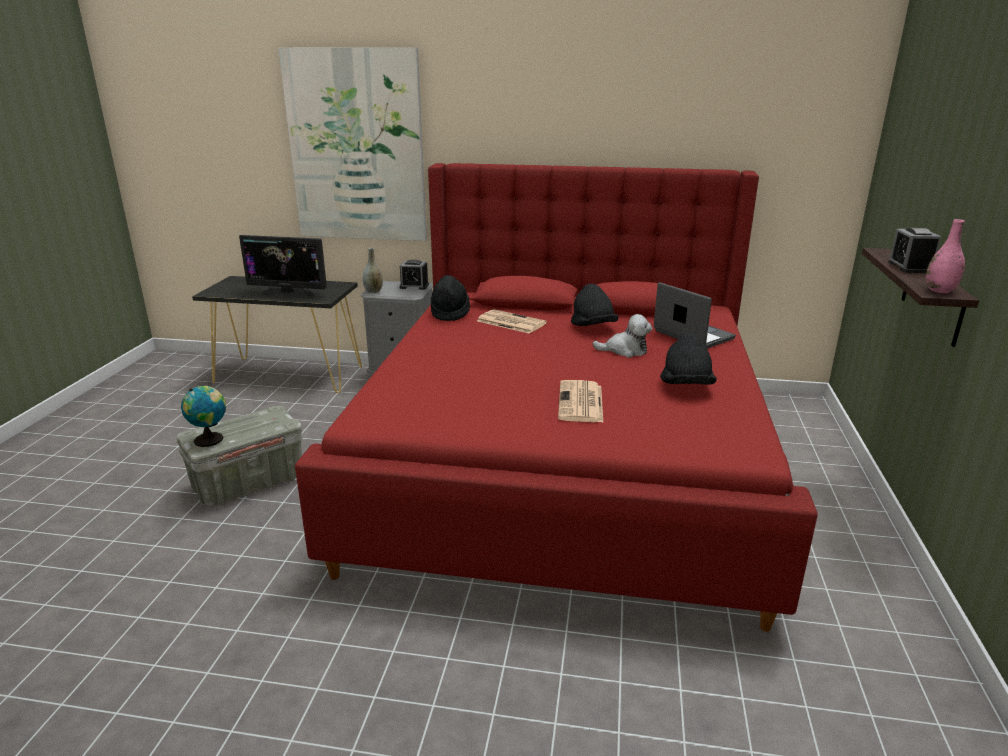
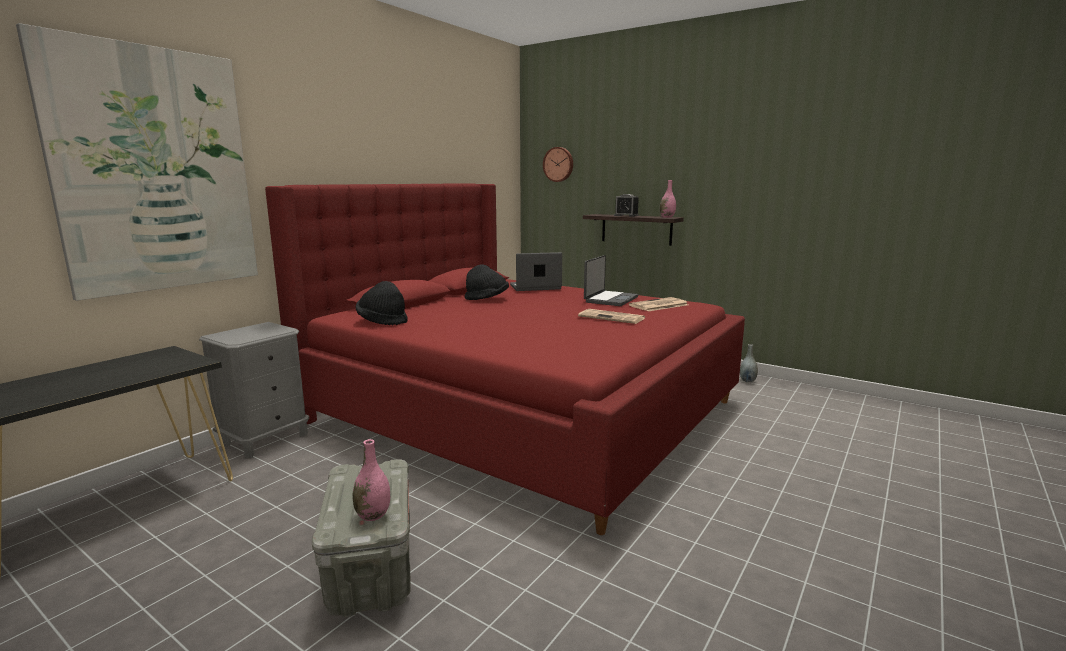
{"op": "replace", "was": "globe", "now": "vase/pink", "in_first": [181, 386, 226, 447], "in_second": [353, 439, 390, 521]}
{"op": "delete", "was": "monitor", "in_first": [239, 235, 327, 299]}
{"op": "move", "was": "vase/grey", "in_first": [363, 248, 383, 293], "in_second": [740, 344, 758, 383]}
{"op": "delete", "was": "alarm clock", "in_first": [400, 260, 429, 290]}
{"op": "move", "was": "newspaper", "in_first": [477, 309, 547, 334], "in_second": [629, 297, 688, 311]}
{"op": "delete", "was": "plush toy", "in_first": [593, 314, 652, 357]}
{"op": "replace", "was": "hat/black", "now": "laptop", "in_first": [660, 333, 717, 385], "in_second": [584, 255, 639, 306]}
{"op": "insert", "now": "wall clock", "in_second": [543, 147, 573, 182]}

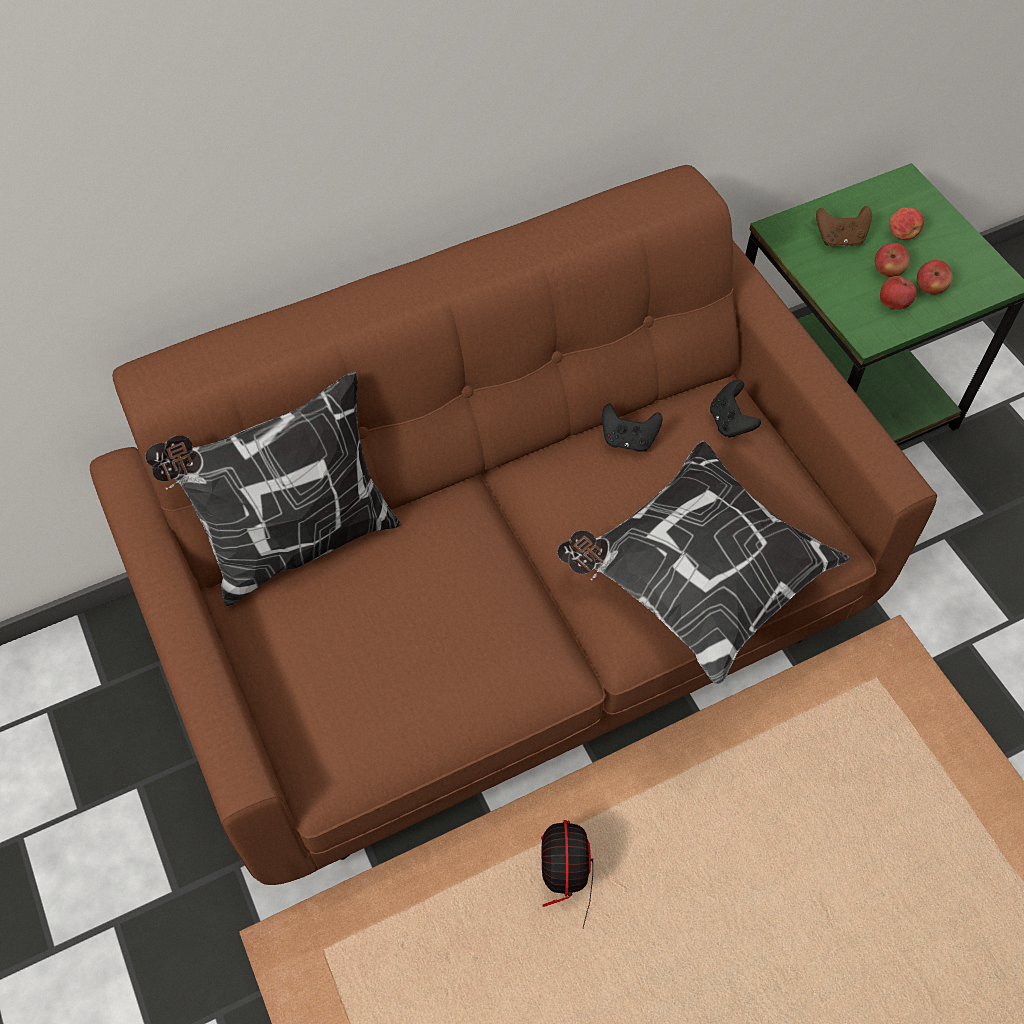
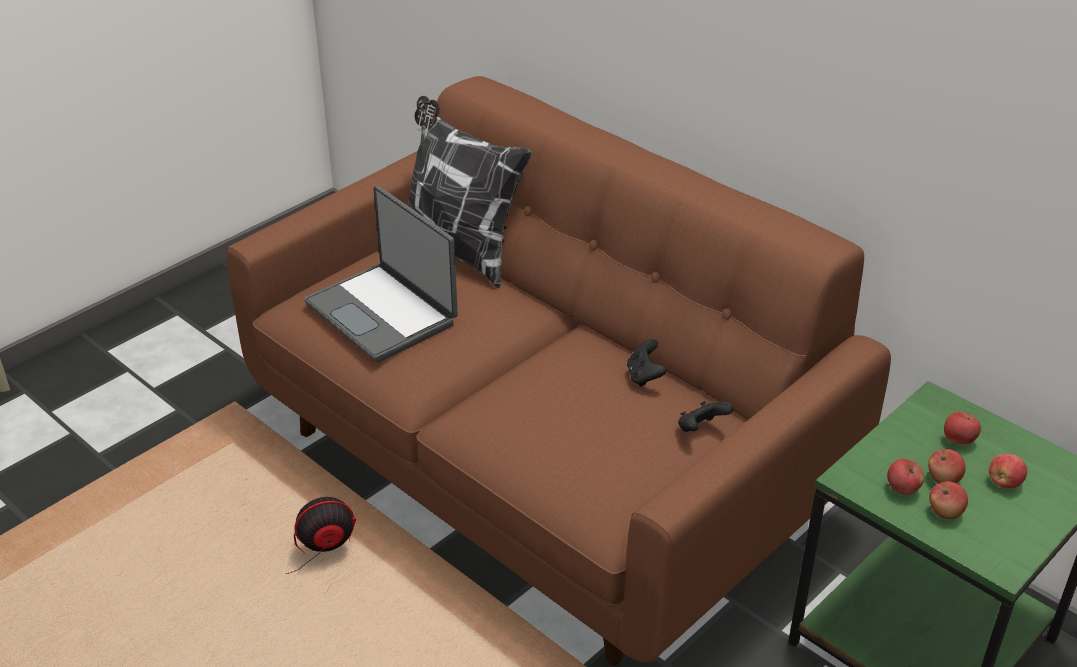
{"op": "delete", "was": "pillow", "in_first": [557, 440, 850, 684]}
{"op": "replace", "was": "game controller/brown", "now": "apple", "in_first": [816, 206, 872, 247], "in_second": [944, 411, 981, 445]}
{"op": "insert", "now": "laptop", "in_second": [304, 186, 458, 363]}

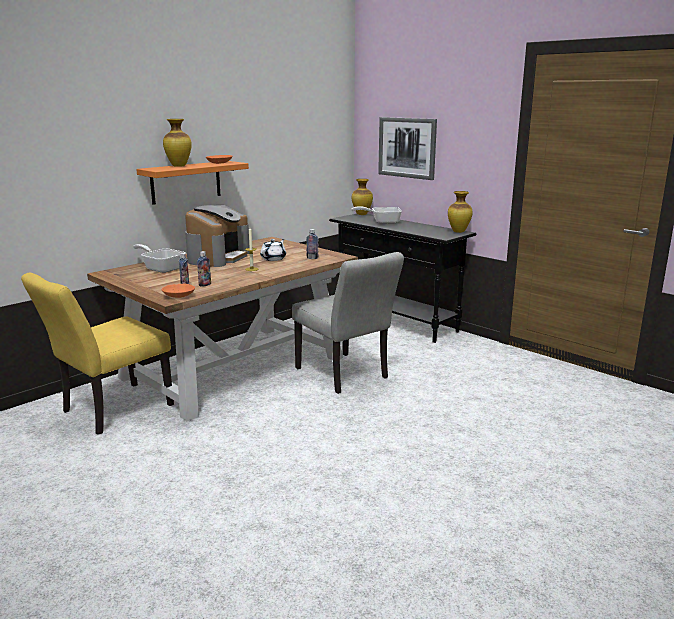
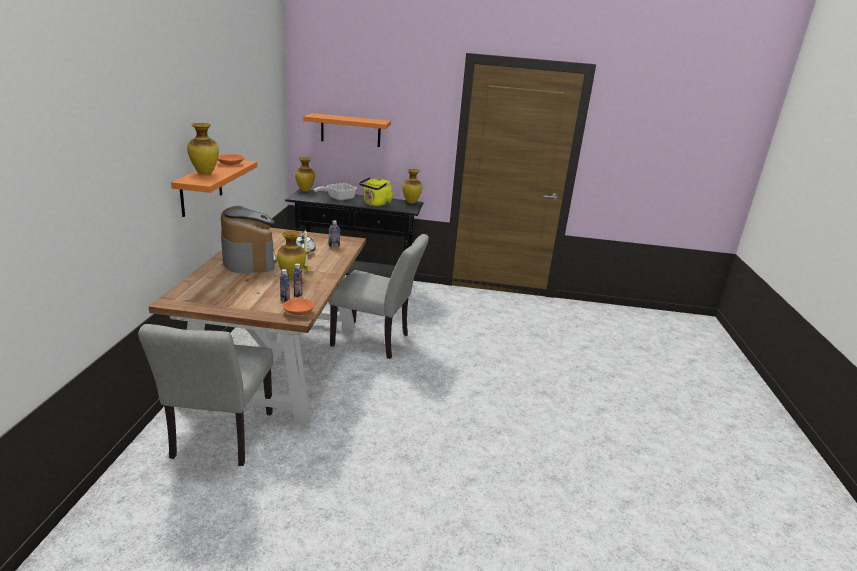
{"op": "recolor", "was": "chair/yellow", "now": "chair/grey", "in_first": [21, 272, 174, 435], "in_second": [138, 324, 273, 466]}
{"op": "delete", "was": "frying pan", "in_first": [133, 244, 185, 273]}
{"op": "replace", "was": "picture", "now": "shelf/orange", "in_first": [378, 117, 437, 180], "in_second": [303, 113, 391, 147]}
{"op": "insert", "now": "vase", "in_second": [277, 231, 306, 279]}
{"op": "insert", "now": "kettle/yellow", "in_second": [359, 177, 394, 207]}

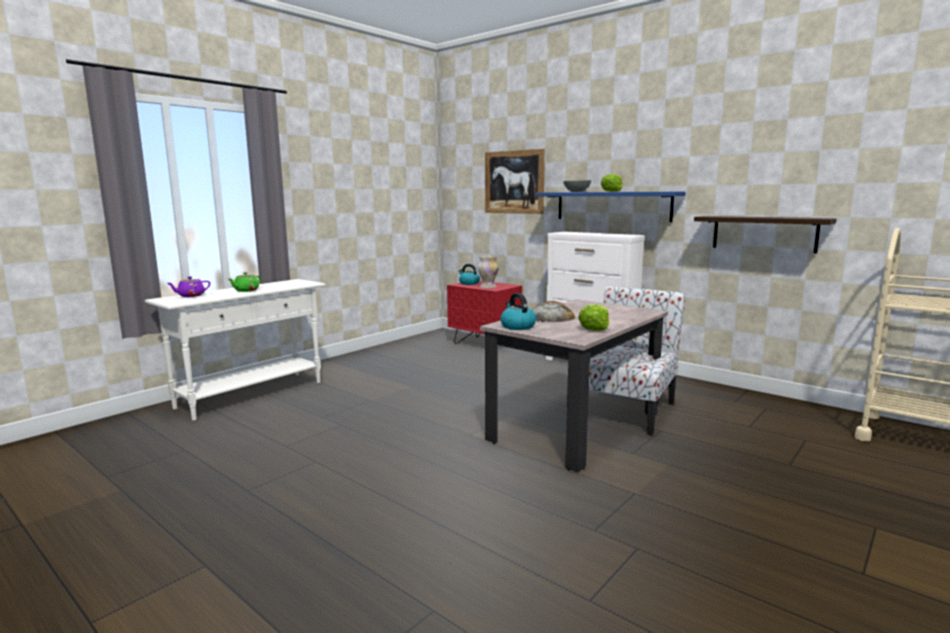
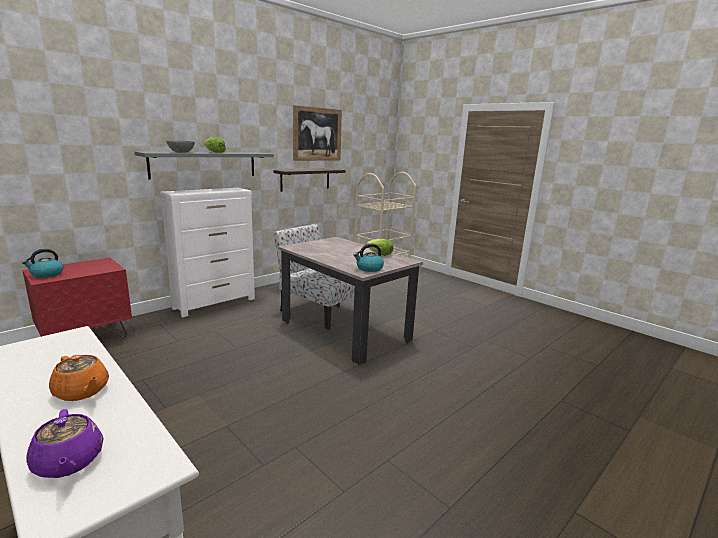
{"op": "recolor", "was": "teapot/green", "now": "teapot/orange", "in_first": [229, 272, 261, 292], "in_second": [49, 355, 109, 401]}
{"op": "delete", "was": "vase", "in_first": [478, 256, 499, 288]}
{"op": "move", "was": "picture", "in_first": [485, 149, 545, 214], "in_second": [293, 105, 342, 161]}
{"op": "delete", "was": "bread", "in_first": [532, 301, 575, 322]}
{"op": "recolor", "was": "shelf/blue", "now": "shelf/grey", "in_first": [536, 192, 686, 222], "in_second": [135, 151, 274, 179]}

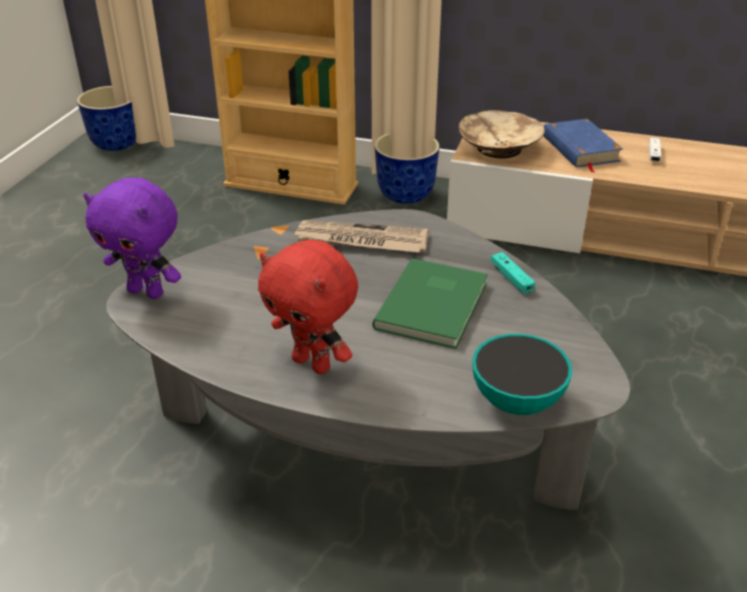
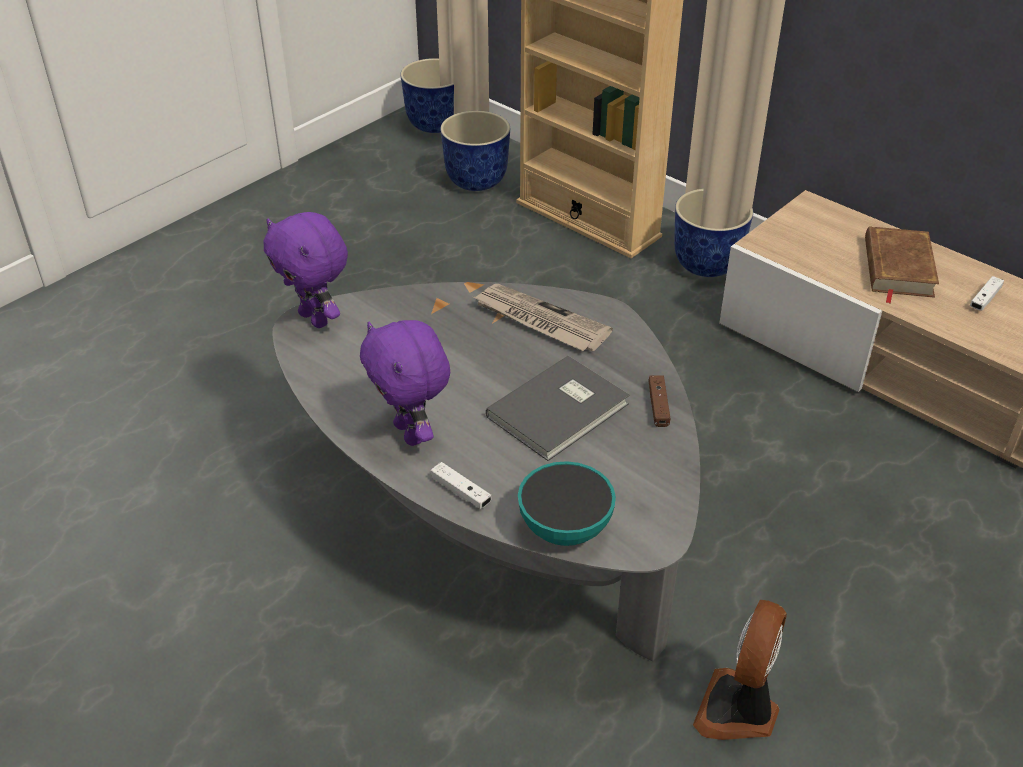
{"op": "recolor", "was": "plush toy/red", "now": "plush toy/purple", "in_first": [258, 240, 358, 374], "in_second": [360, 320, 450, 446]}
{"op": "recolor", "was": "book/green", "now": "book/grey", "in_first": [372, 258, 488, 349], "in_second": [486, 356, 630, 461]}
{"op": "delete", "was": "bowl/beige", "in_first": [459, 110, 545, 159]}
{"op": "recolor", "was": "game controller/turquoise", "now": "game controller/brown", "in_first": [491, 252, 535, 294], "in_second": [649, 375, 670, 427]}
{"op": "recolor", "was": "book/blue", "now": "book/brown", "in_first": [543, 119, 623, 173], "in_second": [865, 226, 939, 304]}
{"op": "insert", "now": "game controller/white", "in_second": [431, 462, 492, 509]}
{"op": "insert", "now": "planter", "in_second": [440, 111, 510, 191]}
{"op": "insert", "now": "fan", "in_second": [693, 600, 787, 740]}

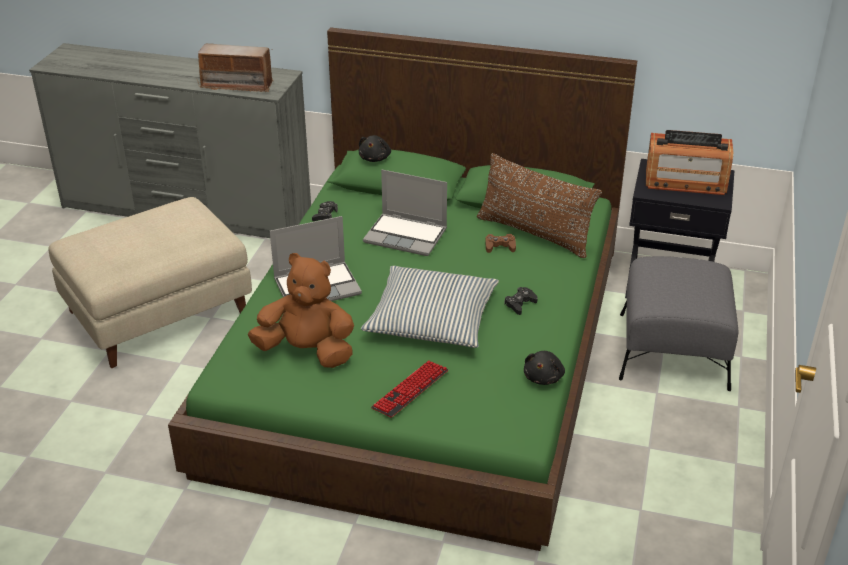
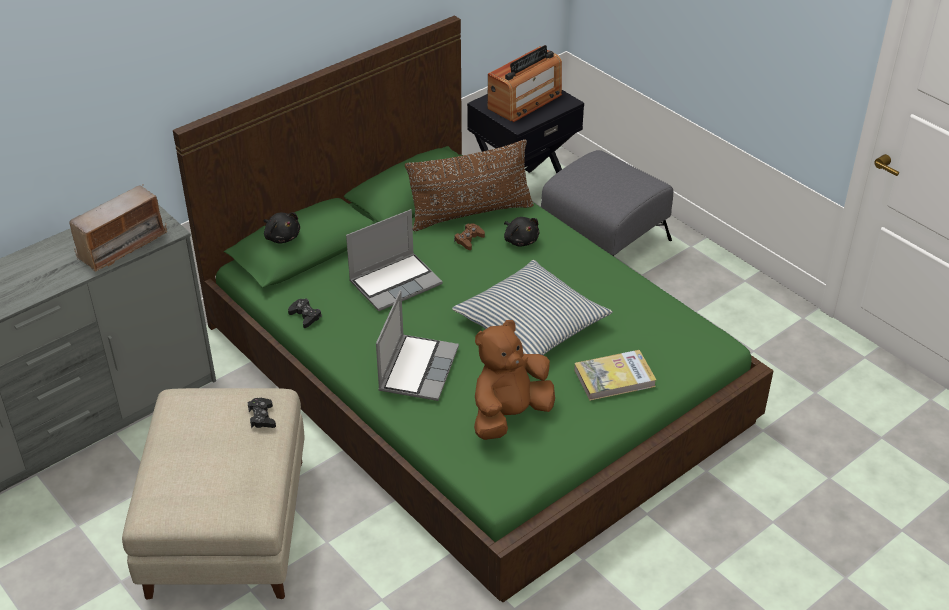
{"op": "replace", "was": "keyboard", "now": "book", "in_first": [371, 360, 448, 417], "in_second": [574, 350, 656, 401]}
{"op": "move", "was": "game controller/black", "in_first": [504, 287, 538, 315], "in_second": [248, 398, 276, 429]}
{"op": "move", "was": "plush toy/black", "in_first": [524, 351, 565, 385], "in_second": [504, 217, 539, 247]}

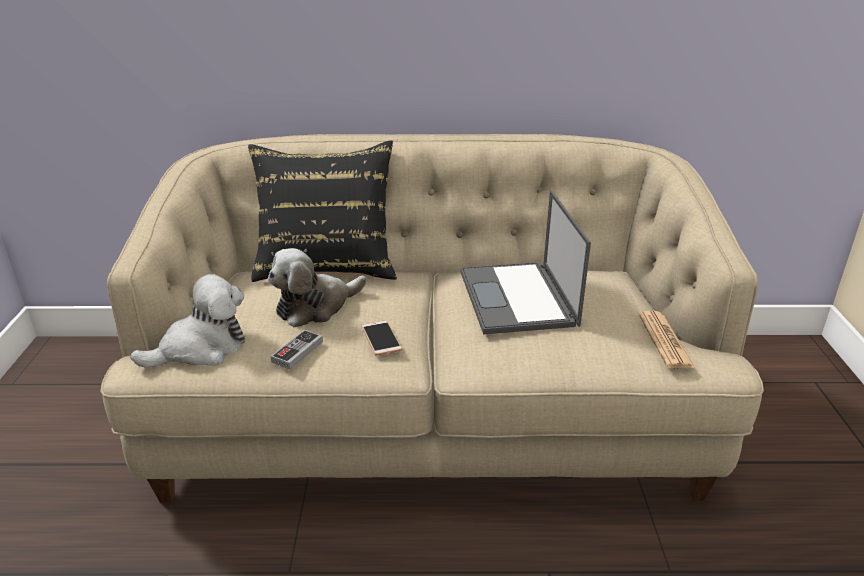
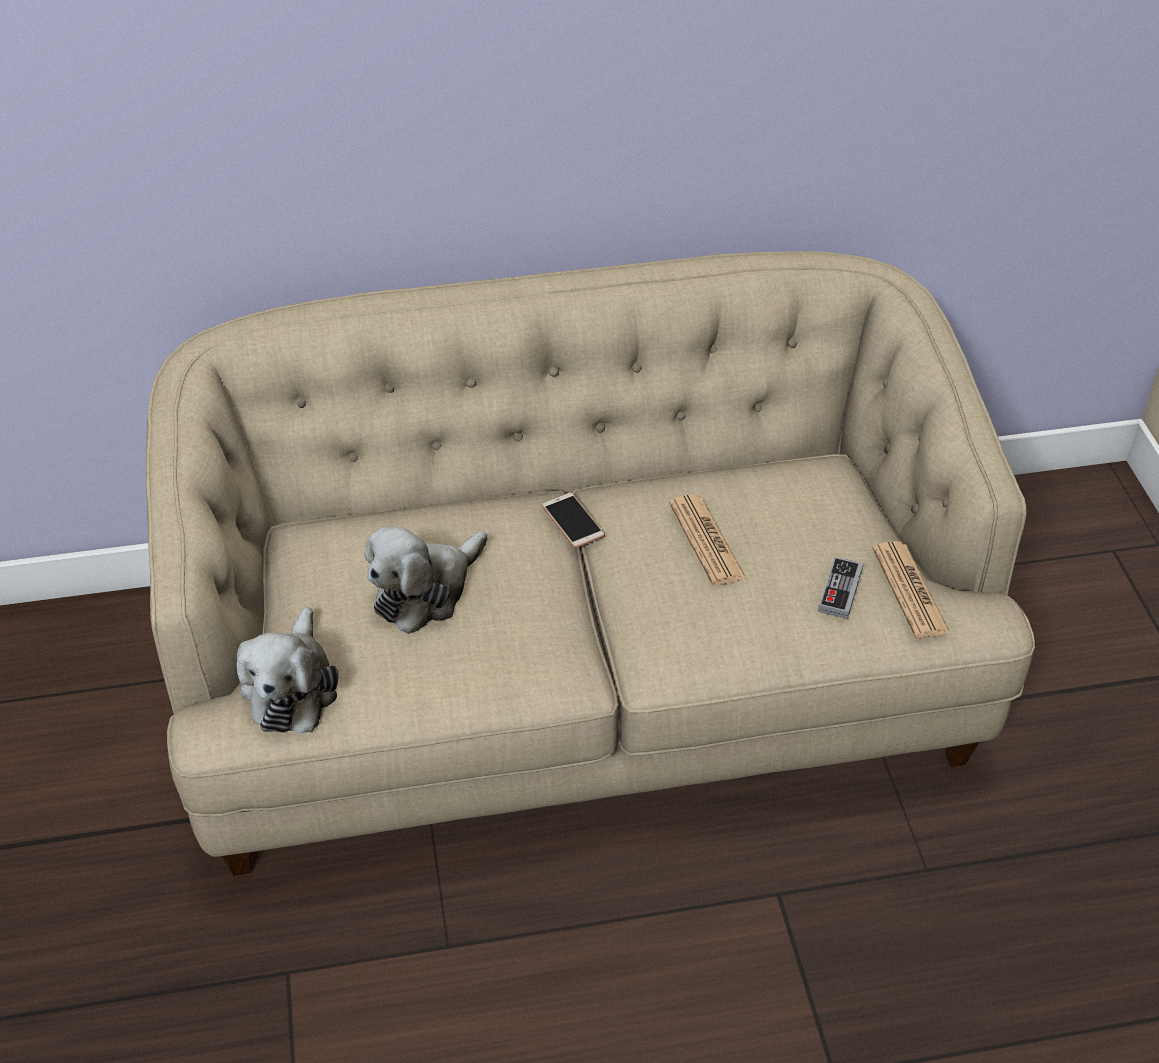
{"op": "rotate", "was": "plush toy", "in_first": [130, 274, 245, 368], "in_second": [237, 607, 338, 733], "clockwise": 135}
{"op": "delete", "was": "pillow/black", "in_first": [248, 140, 397, 282]}
{"op": "move", "was": "game controller", "in_first": [271, 330, 323, 369], "in_second": [818, 557, 863, 619]}
{"op": "move", "was": "phone", "in_first": [362, 320, 402, 356], "in_second": [542, 492, 605, 548]}
{"op": "replace", "was": "laptop", "now": "newspaper", "in_first": [460, 190, 591, 334], "in_second": [669, 494, 746, 586]}

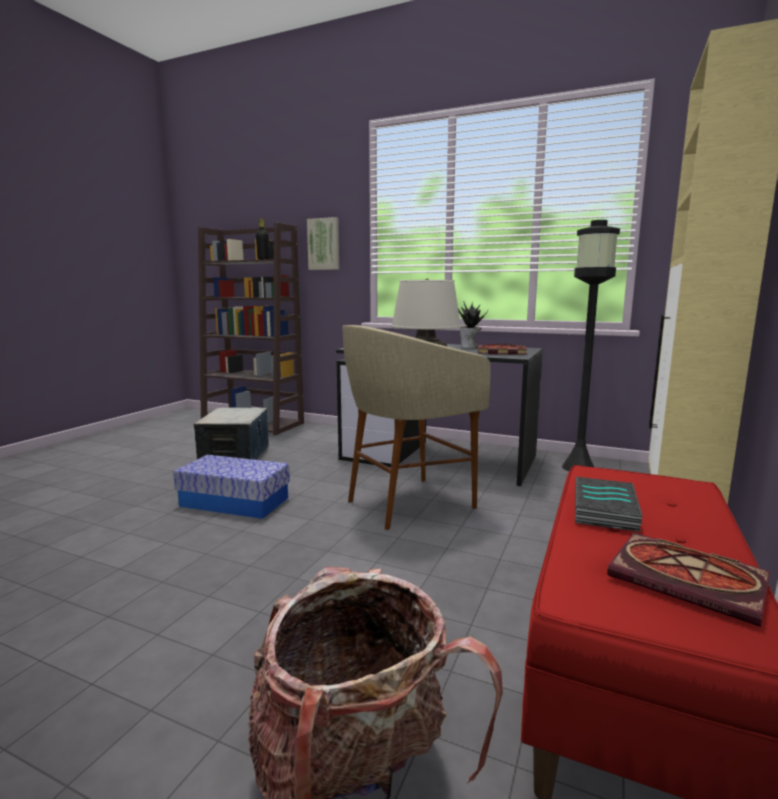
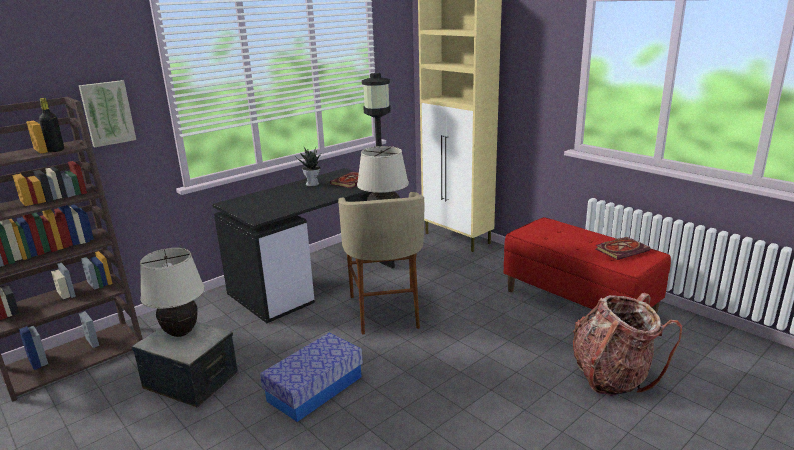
{"op": "delete", "was": "book", "in_first": [575, 477, 643, 532]}
{"op": "insert", "now": "table lamp/beige", "in_second": [140, 248, 205, 337]}

